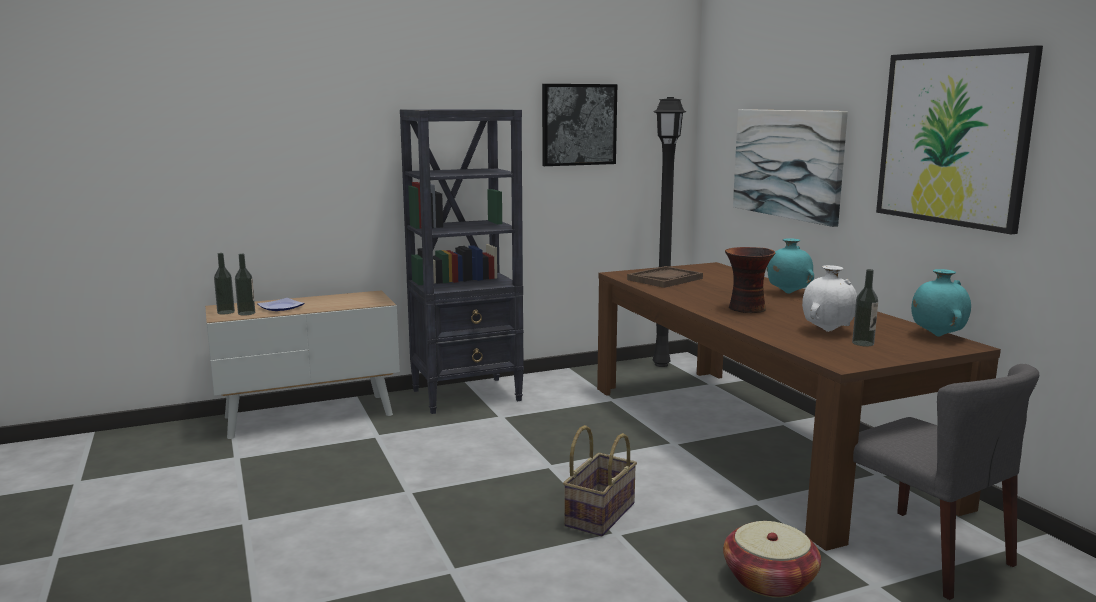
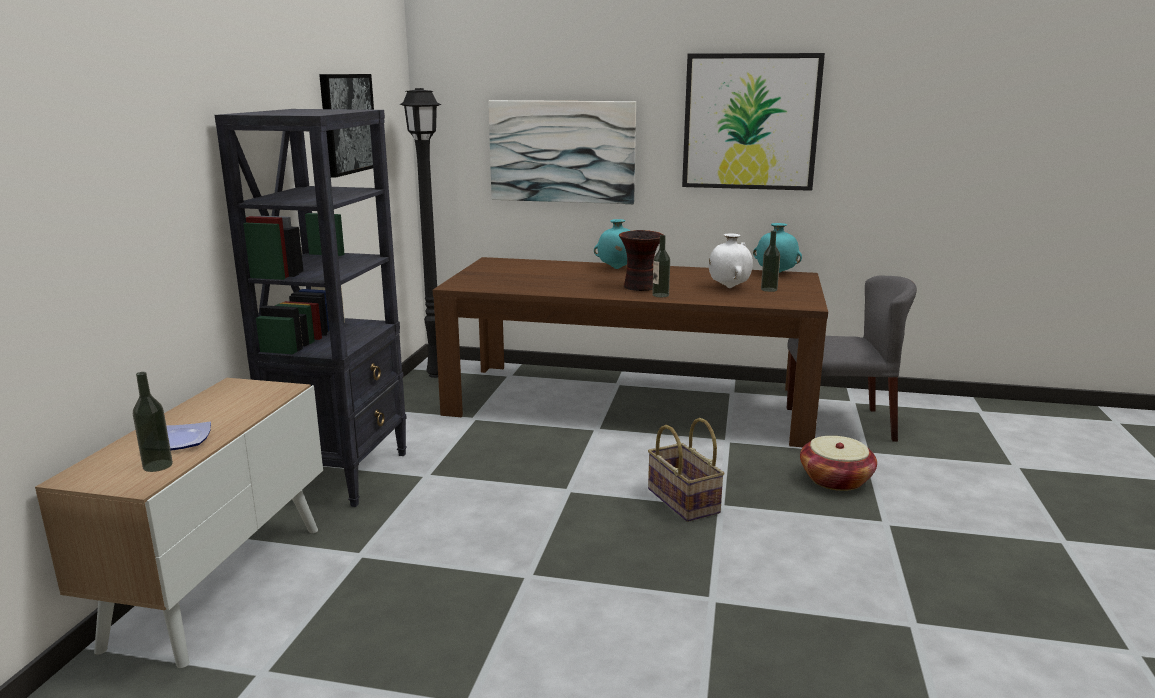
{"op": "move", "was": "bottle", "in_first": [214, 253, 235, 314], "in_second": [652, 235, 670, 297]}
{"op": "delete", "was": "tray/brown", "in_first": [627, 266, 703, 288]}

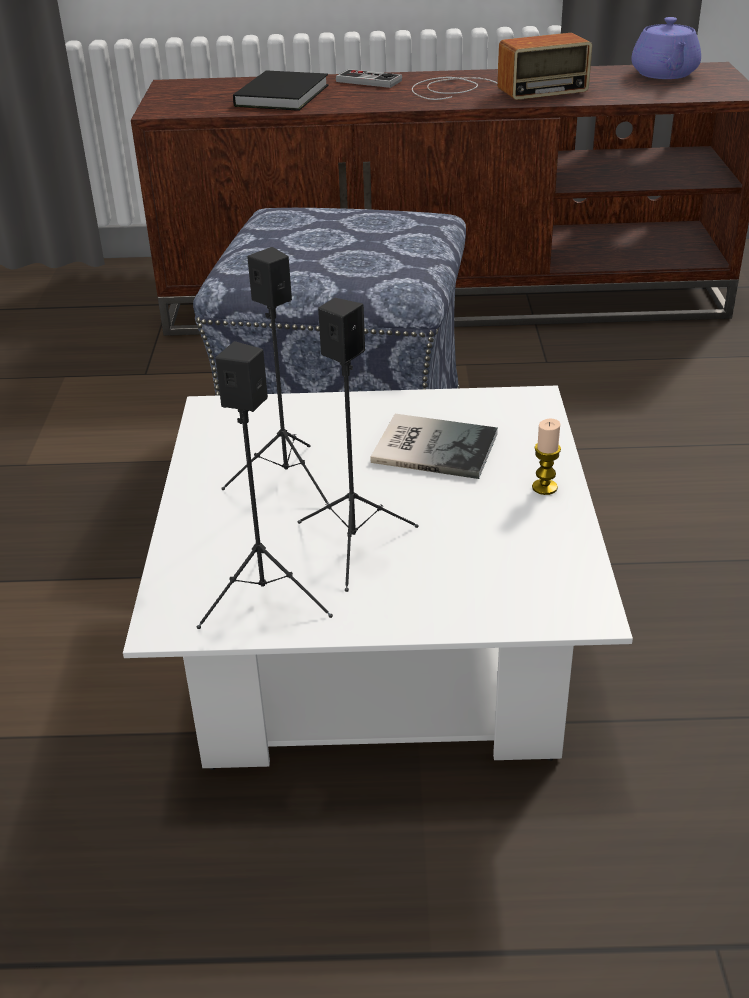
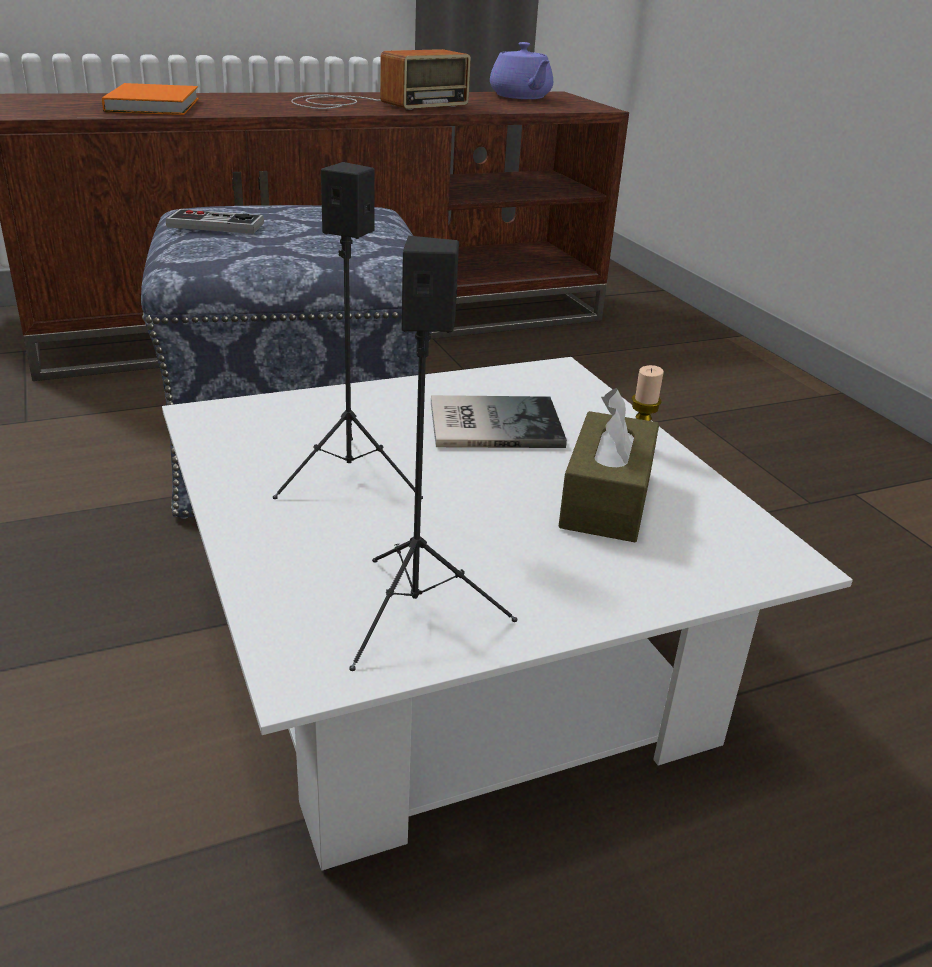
{"op": "recolor", "was": "book/black", "now": "book/orange", "in_first": [233, 70, 329, 111], "in_second": [102, 83, 199, 115]}
{"op": "delete", "was": "speaker/black", "in_first": [298, 298, 419, 592]}
{"op": "move", "was": "game controller", "in_first": [336, 69, 402, 88], "in_second": [166, 209, 264, 234]}
{"op": "insert", "now": "tissue box/brown", "in_second": [558, 388, 659, 542]}

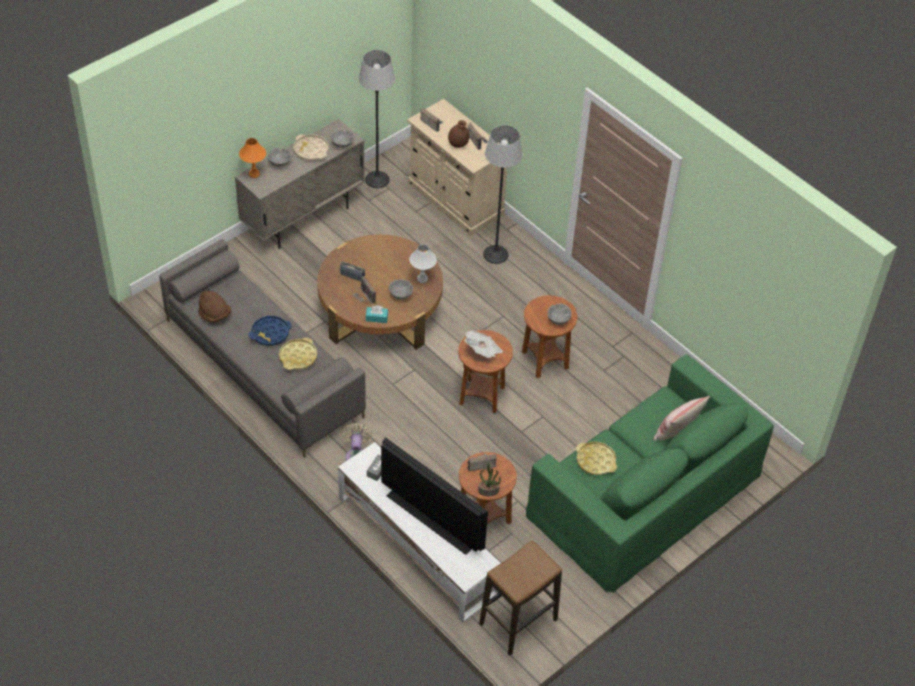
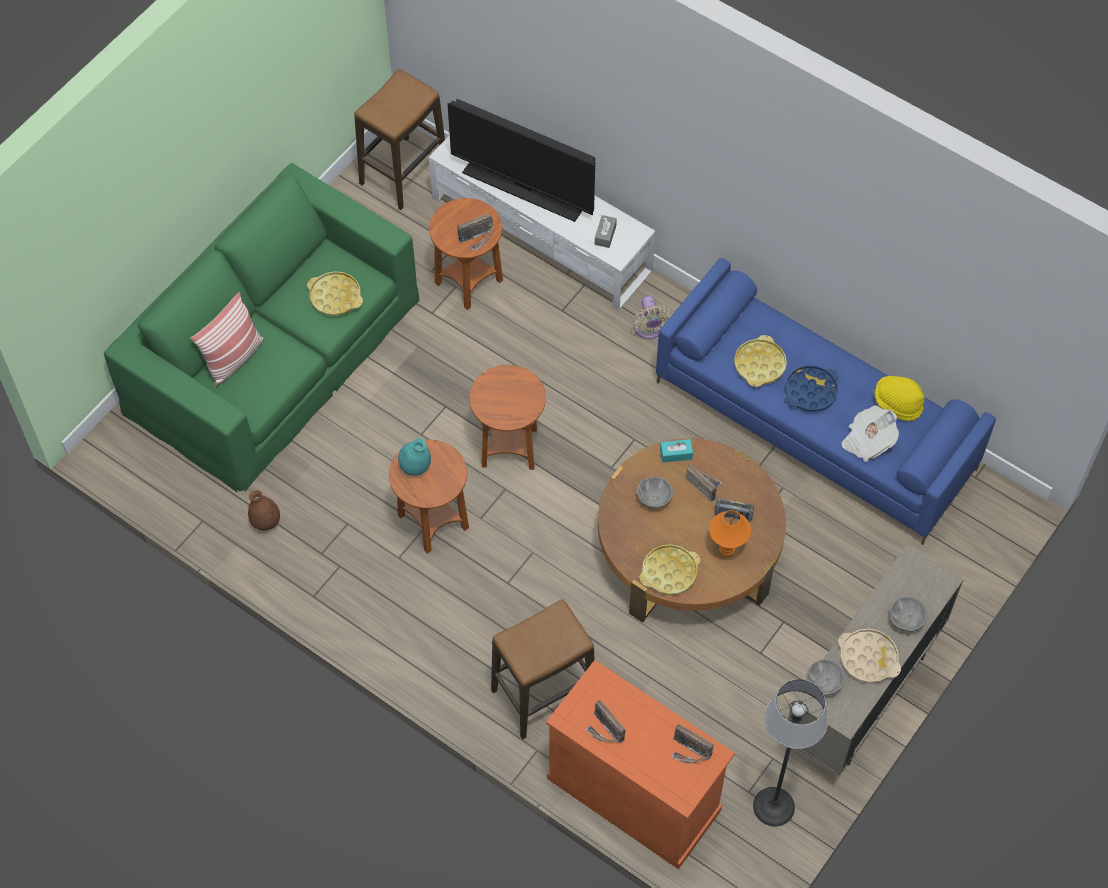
{"op": "recolor", "was": "sofa/grey", "now": "sofa/blue", "in_first": [159, 239, 366, 458], "in_second": [656, 258, 996, 545]}
{"op": "recolor", "was": "hat/brown", "now": "hat/yellow", "in_first": [198, 291, 231, 323], "in_second": [874, 376, 925, 421]}
{"op": "move", "was": "table lamp/orange", "in_first": [239, 138, 266, 178], "in_second": [709, 510, 751, 557]}
{"op": "recolor", "was": "cabinet/beige", "now": "cabinet/orange", "in_first": [407, 99, 507, 236], "in_second": [546, 660, 735, 869]}
{"op": "delete", "was": "table lamp/white", "in_first": [409, 244, 437, 283]}
{"op": "move", "was": "vase/brown", "in_first": [448, 120, 469, 148], "in_second": [248, 490, 280, 531]}
{"op": "move", "was": "newspaper", "in_first": [465, 330, 503, 358], "in_second": [841, 405, 899, 462]}
{"op": "delete", "was": "potted plant", "in_first": [478, 462, 501, 496]}
{"op": "replace", "was": "floor lamp", "now": "stool", "in_first": [483, 125, 522, 264], "in_second": [491, 599, 595, 740]}
{"op": "replace", "was": "bowl/grey", "now": "vase/turquoise", "in_first": [547, 304, 572, 325], "in_second": [398, 438, 431, 476]}
{"op": "insert", "now": "tray/yellow", "in_second": [639, 544, 700, 595]}

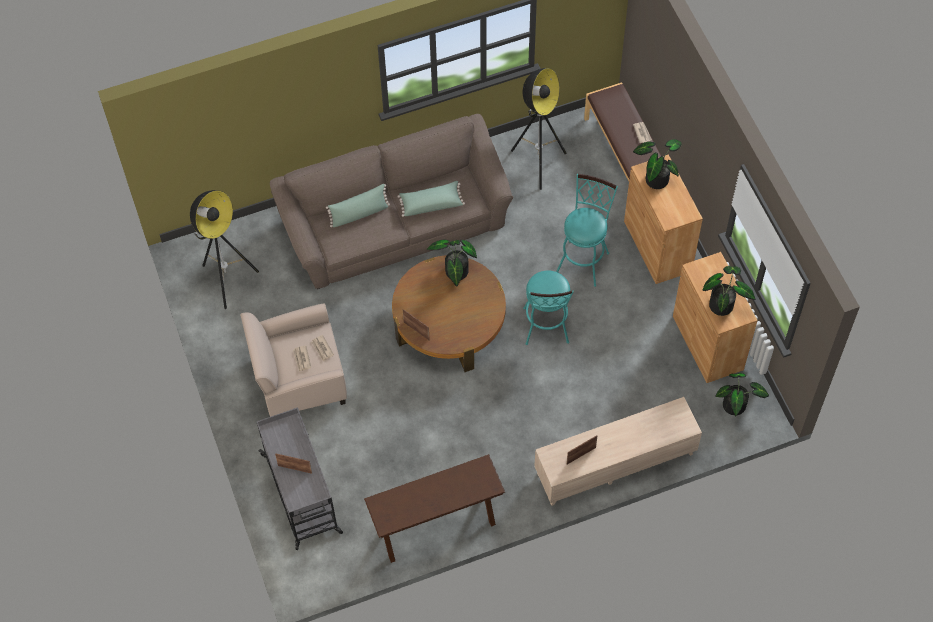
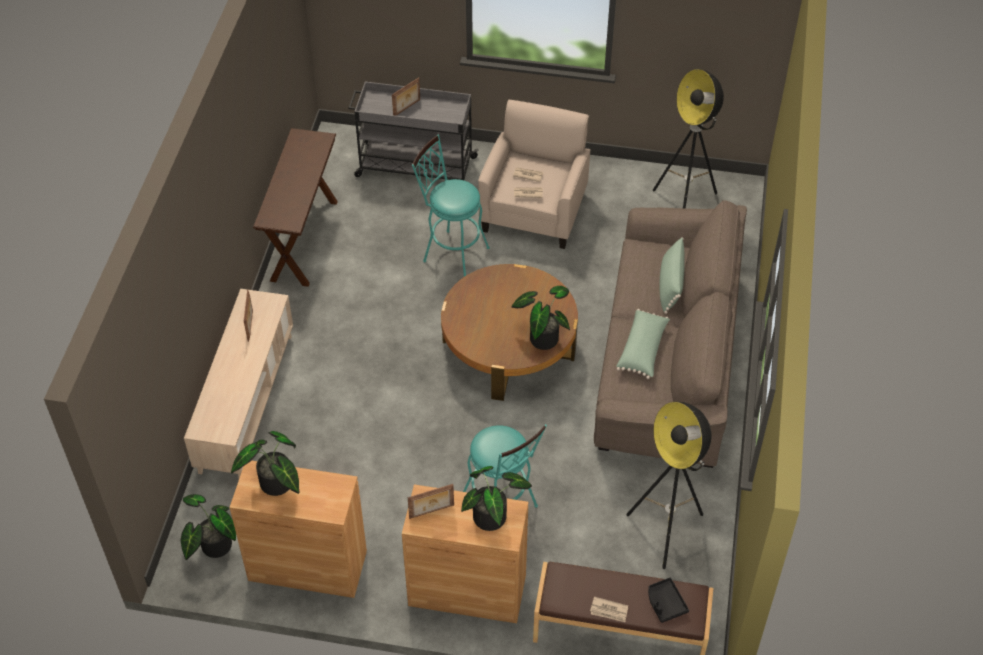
{"op": "move", "was": "picture frame", "in_first": [402, 309, 430, 340], "in_second": [408, 484, 454, 519]}
{"op": "move", "was": "stool/turquoise", "in_first": [523, 271, 574, 345], "in_second": [412, 135, 490, 277]}
{"op": "insert", "now": "tray/black", "in_second": [648, 578, 689, 623]}

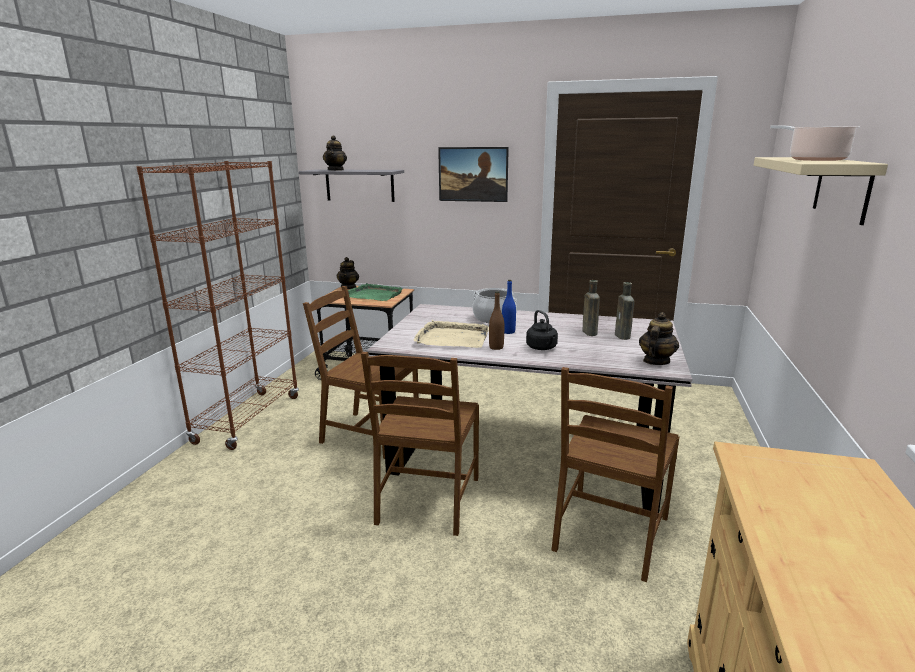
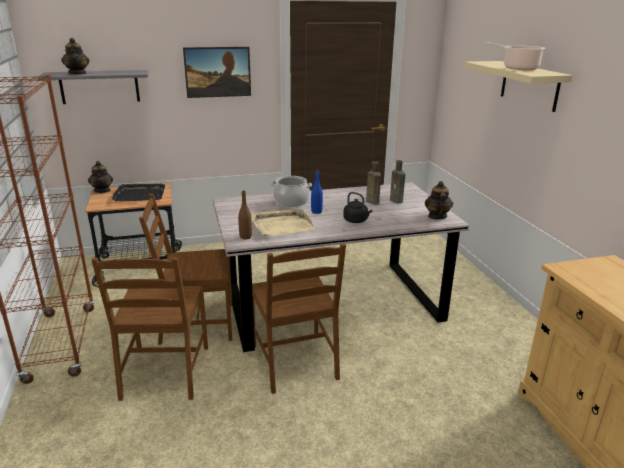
{"op": "recolor", "was": "tray/green", "now": "tray/black", "in_first": [348, 283, 403, 301], "in_second": [112, 183, 165, 201]}
{"op": "move", "was": "bottle/brown", "in_first": [489, 291, 504, 350], "in_second": [238, 190, 252, 239]}
{"op": "move", "was": "chair/brown", "in_first": [551, 367, 679, 582], "in_second": [91, 257, 208, 401]}

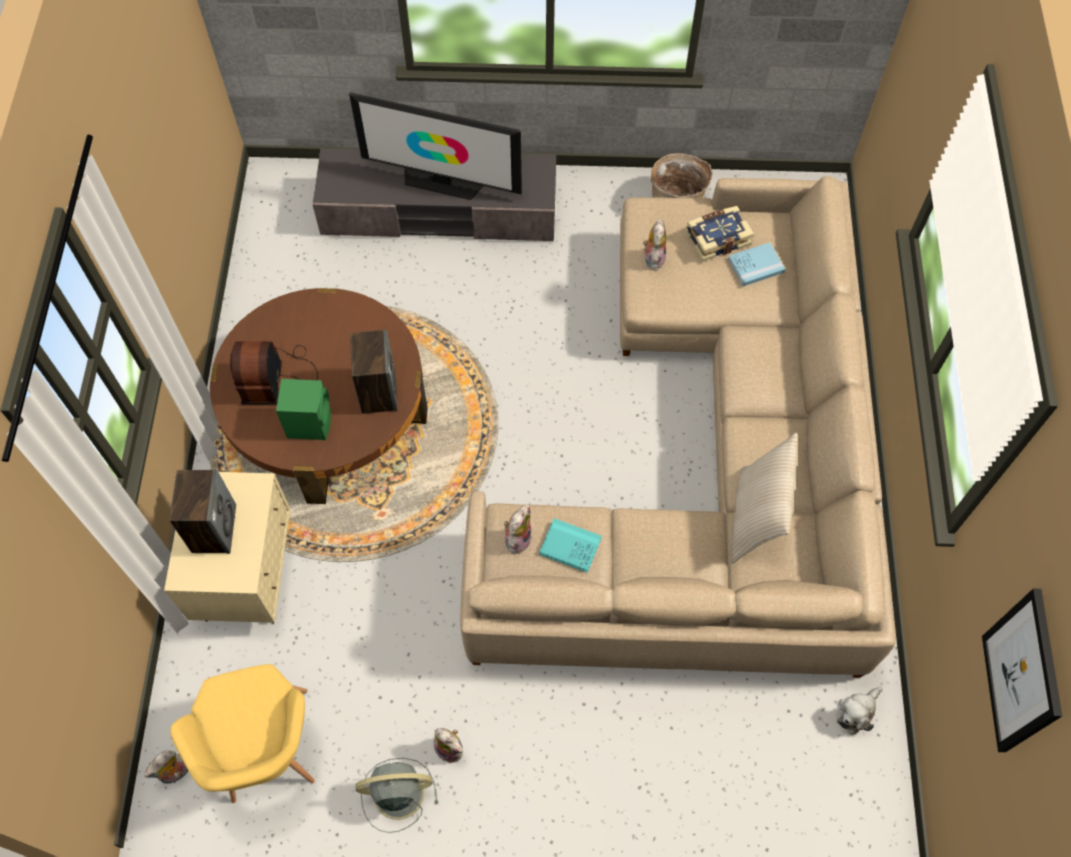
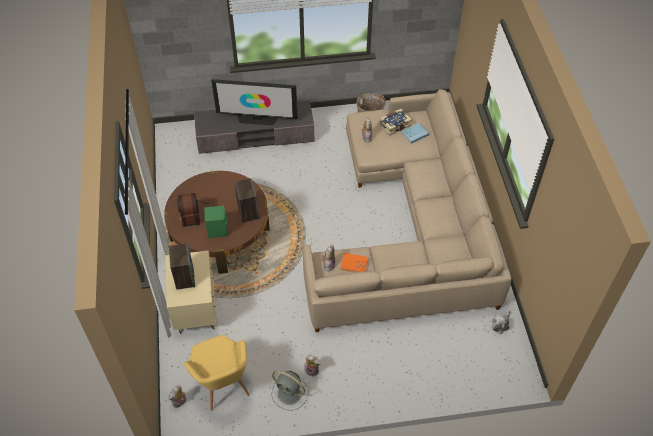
{"op": "rotate", "was": "fan/grey", "in_first": [355, 758, 438, 833], "in_second": [271, 371, 309, 411], "clockwise": -135}
{"op": "recolor", "was": "book/turquoise", "now": "book/orange", "in_first": [539, 518, 602, 573], "in_second": [340, 253, 368, 272]}
{"op": "delete", "was": "pillow/beige", "in_first": [731, 433, 798, 564]}
{"op": "delete", "was": "picture", "in_first": [982, 589, 1062, 752]}

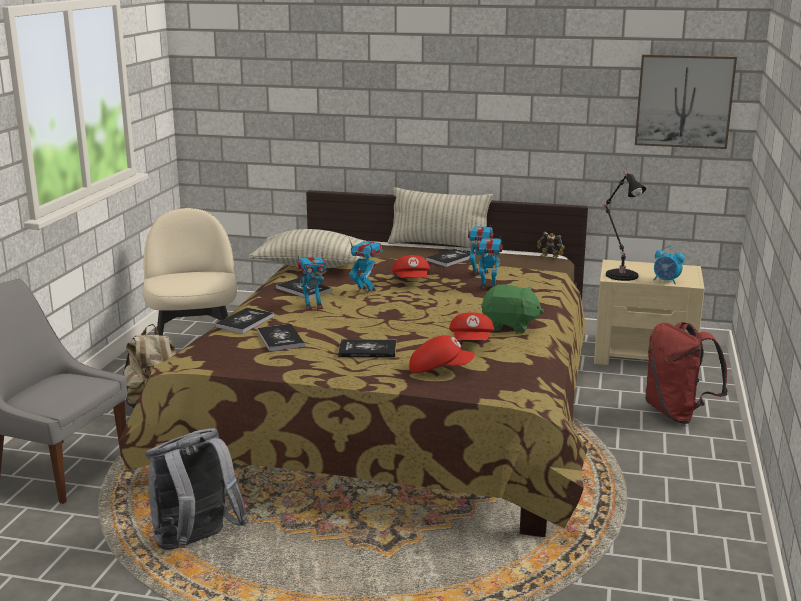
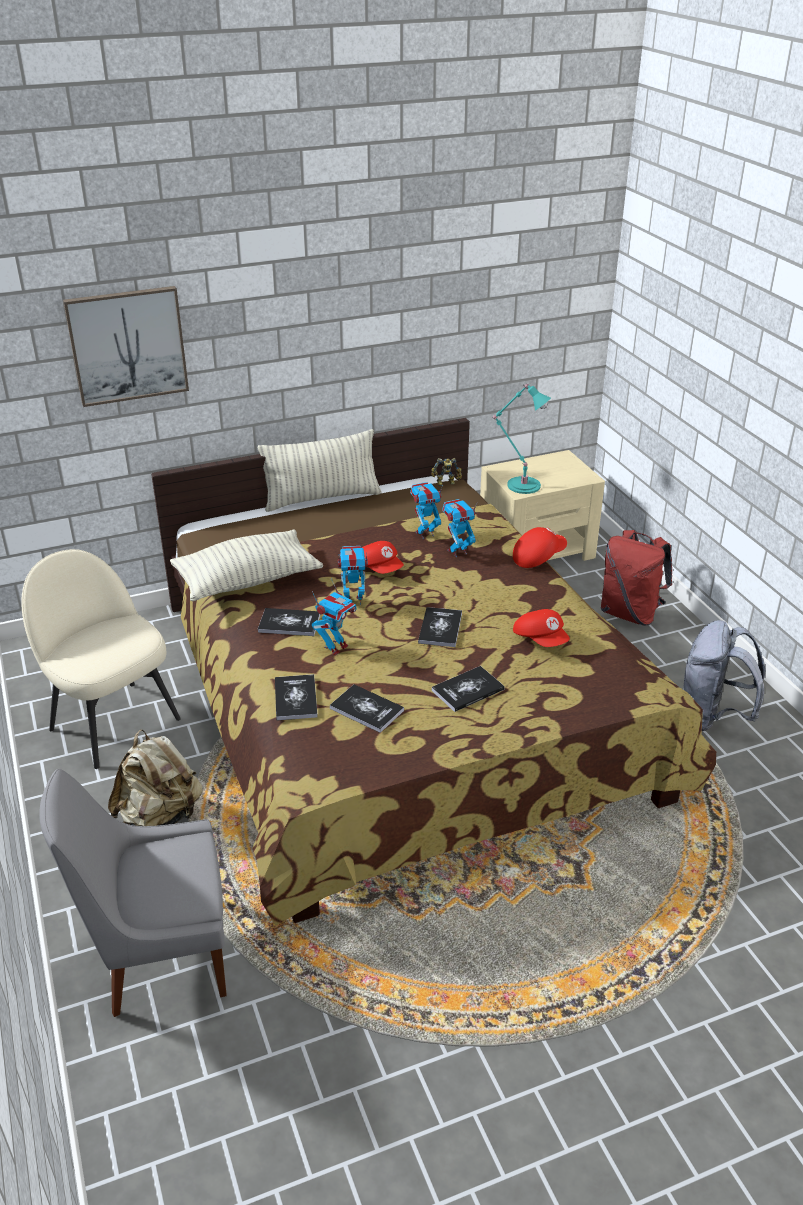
{"op": "move", "was": "backpack/grey", "in_first": [145, 428, 248, 550], "in_second": [683, 620, 766, 731]}
{"op": "move", "was": "cap/red", "in_first": [409, 335, 475, 373], "in_second": [513, 527, 567, 568]}
{"op": "move", "was": "book", "in_first": [426, 249, 476, 267], "in_second": [418, 607, 462, 647]}
{"op": "delete", "was": "plush toy/green", "in_first": [481, 285, 544, 333]}
{"op": "recolor", "was": "table lamp/black", "now": "table lamp/turquoise", "in_first": [603, 172, 646, 281], "in_second": [491, 384, 551, 494]}
{"op": "move", "was": "picture", "in_first": [635, 54, 737, 149], "in_second": [63, 286, 189, 407]}
{"op": "delete", "was": "alarm clock", "in_first": [654, 246, 685, 284]}

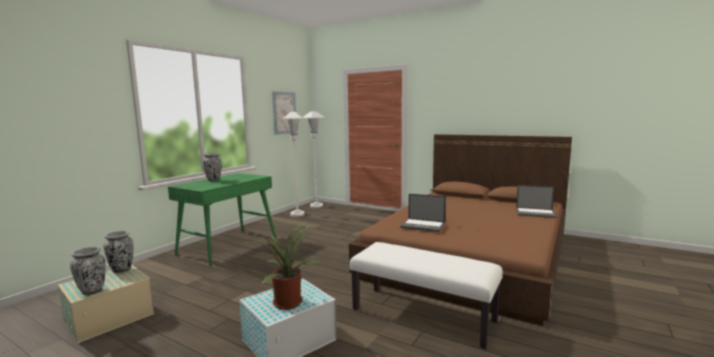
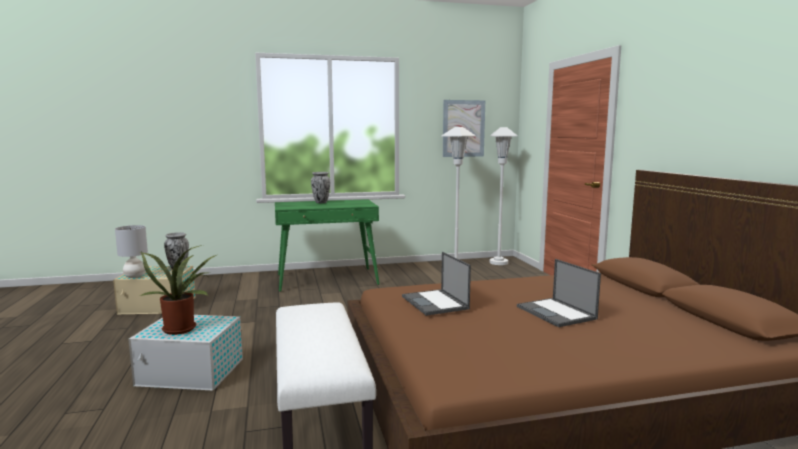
{"op": "replace", "was": "vase", "now": "table lamp/grey", "in_first": [70, 247, 105, 295], "in_second": [115, 225, 148, 278]}
{"op": "move", "was": "laptop", "in_first": [516, 185, 557, 218], "in_second": [517, 259, 601, 327]}

